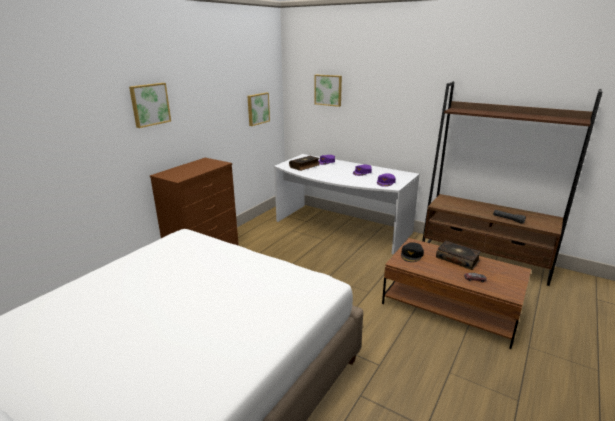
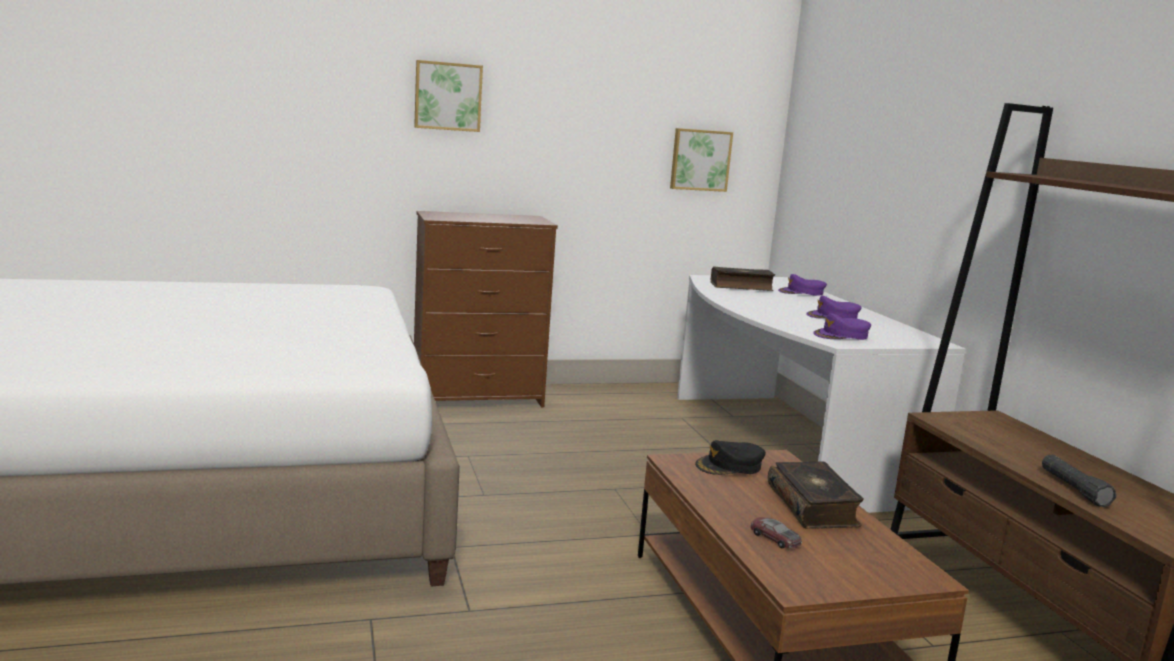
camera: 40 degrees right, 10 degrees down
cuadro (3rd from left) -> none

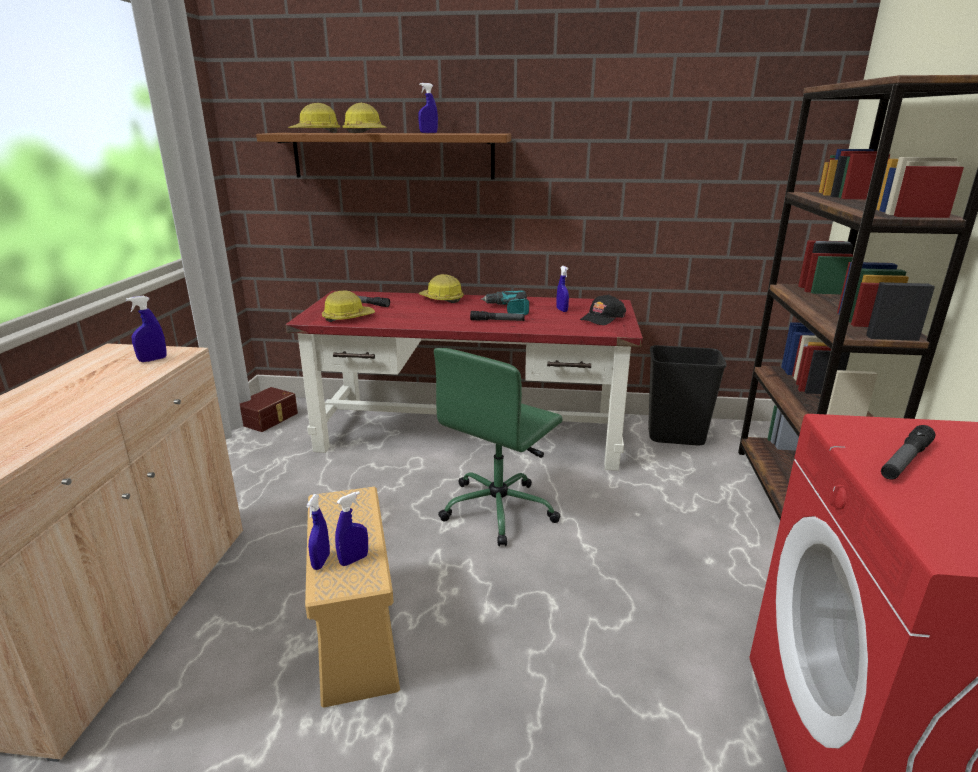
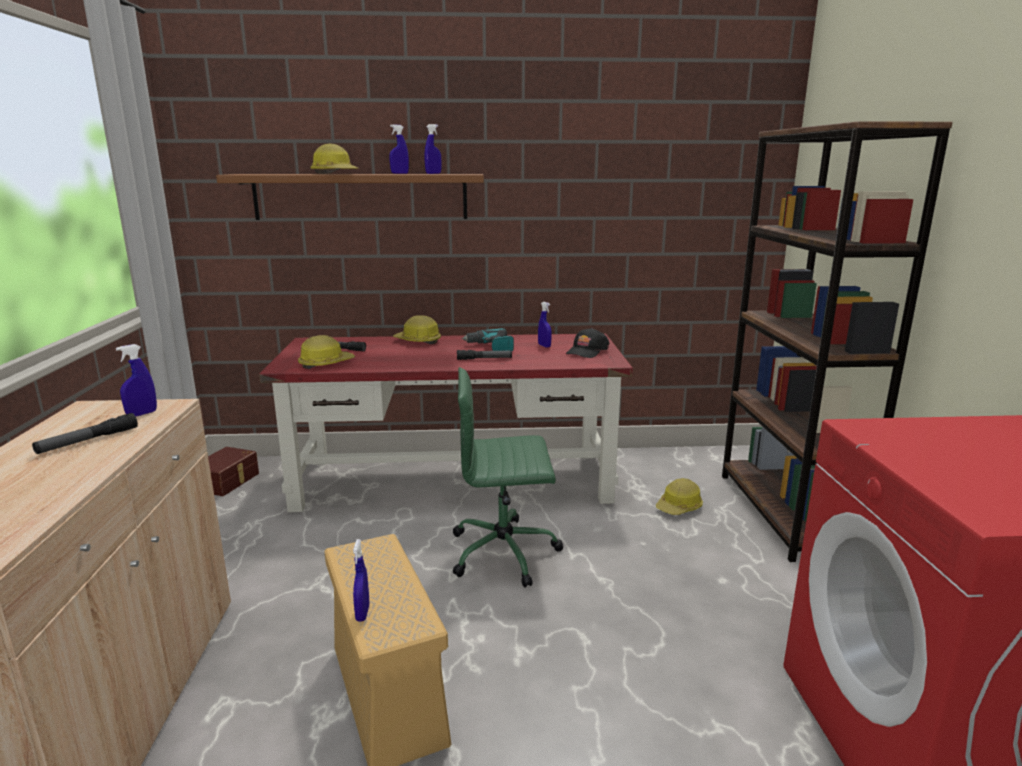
camera: 10 degrees left, 5 degrees down
casco (1st from left in the first image) -> casco (4th from left), moved
papelera/negro -> none
silla de oficina/verde, 60 degrees clockwise
linterna (3rd from left in the first image) -> linterna (1st from left), moved
pulverizador/azul (3rd from left in the first image) -> pulverizador/azul (4th from left), moved

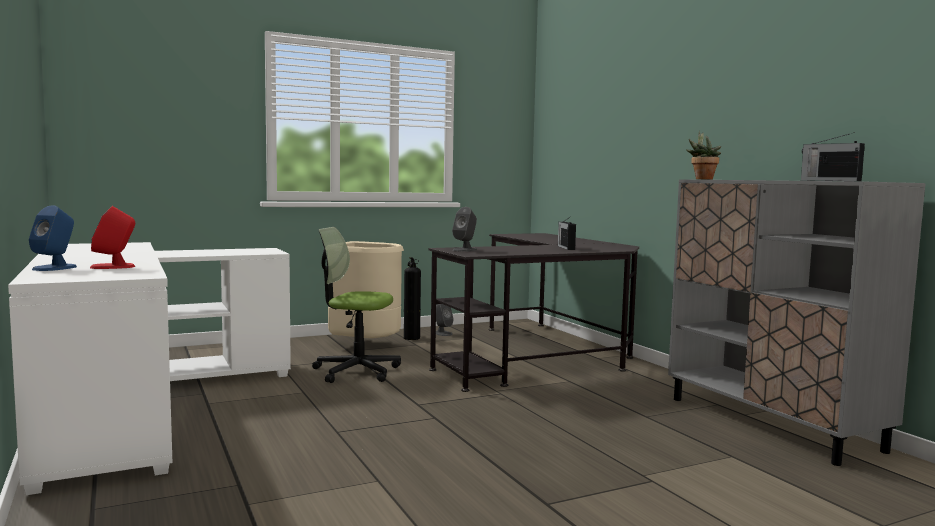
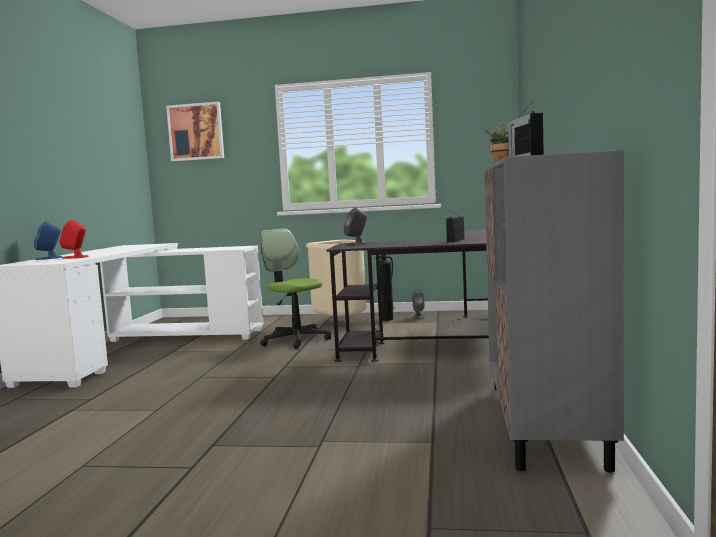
camera: 35 degrees right, 0 degrees up
none -> cuadro

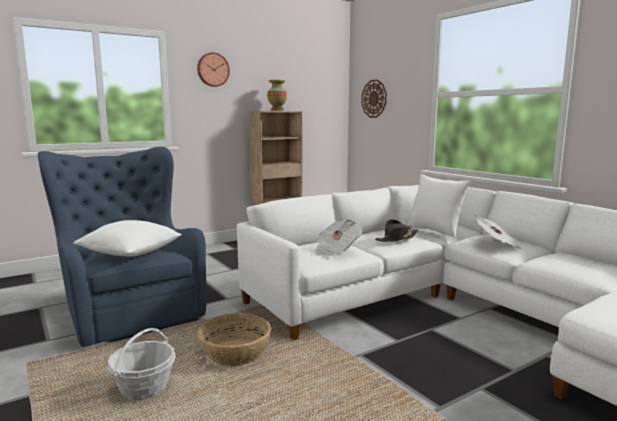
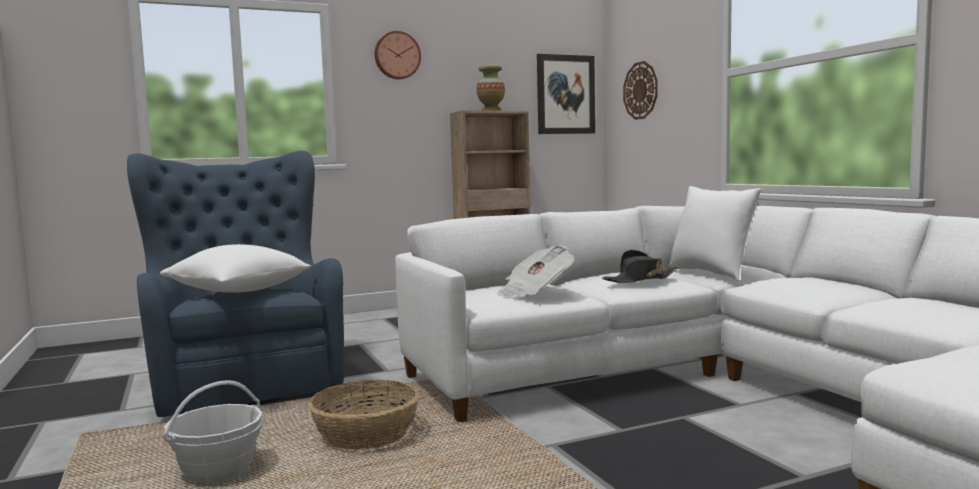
camera: 10 degrees right, 5 degrees down
periódico (2nd from left) -> none
none -> cuadro

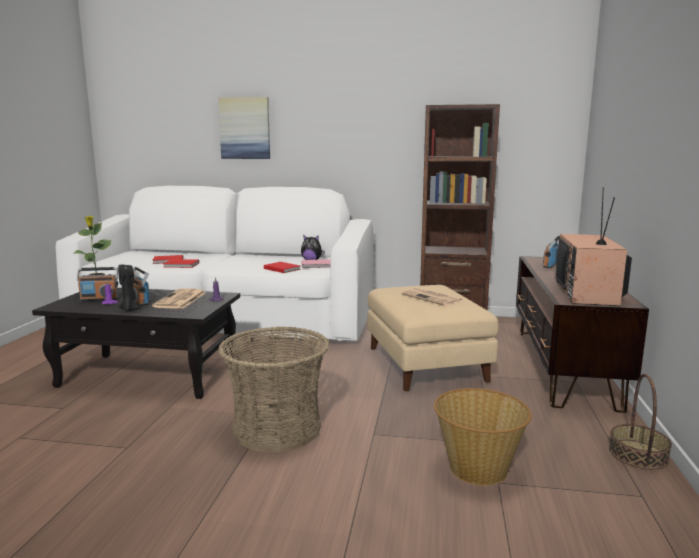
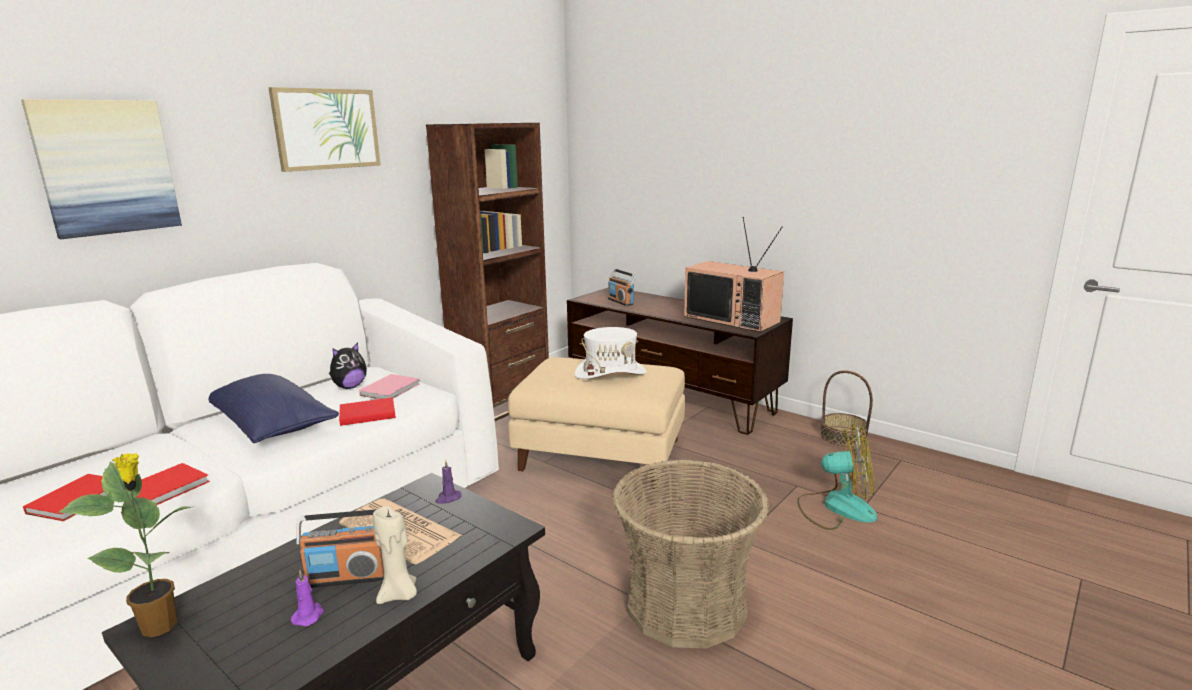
camera: 60 degrees left, 5 degrees up
vela/negro -> vela/beis
radio (1st from left) -> none
periódico (2nd from left) -> sombrero/blanco
cesta (2nd from left) -> ventilador
none -> cuadro (2nd from left)
none -> cojín/azul

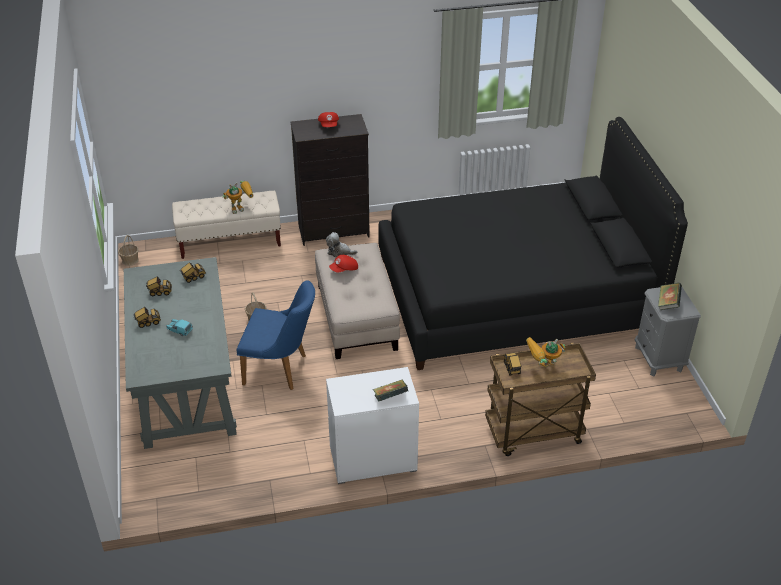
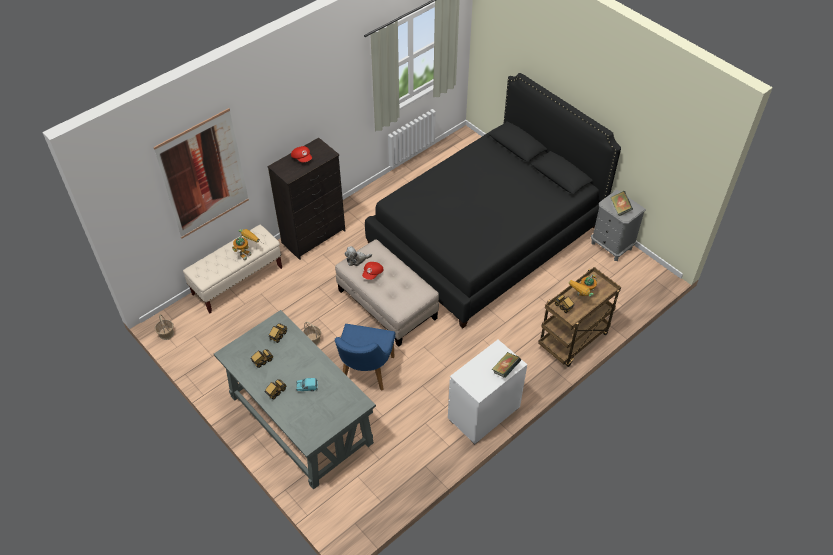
camera: 30 degrees left, 10 degrees up
silla/azul, 120 degrees clockwise
none -> cuadro

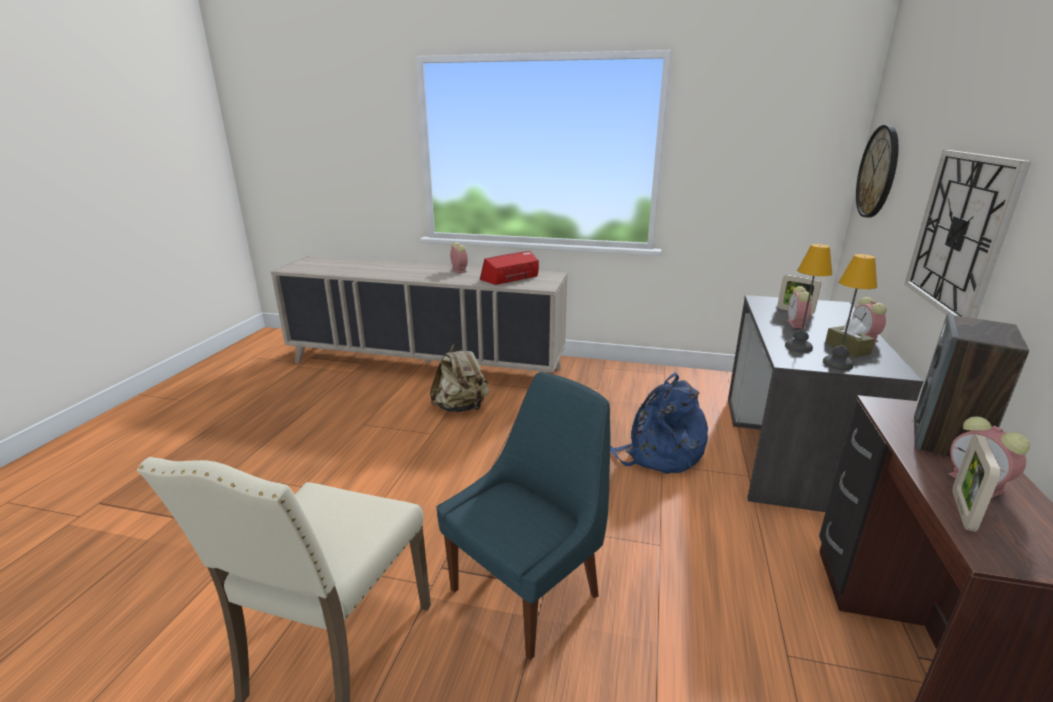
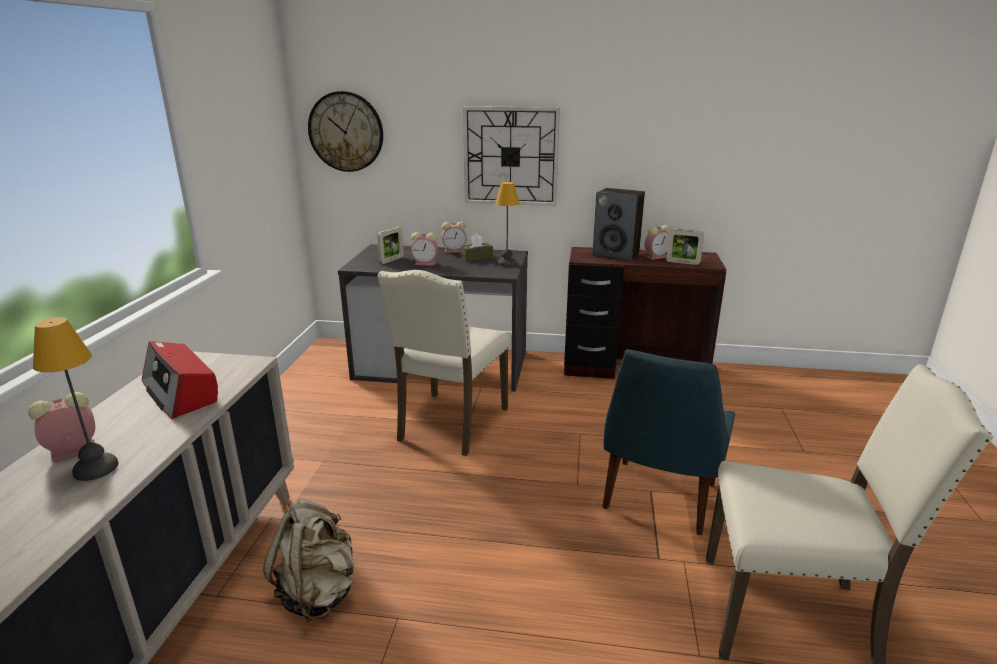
camera: 95 degrees left, 0 degrees up
lámpara de mesa (1st from left), moved
silla/azul, 105 degrees counterclockwise
mochila/azul -> silla/beis (1st from left)

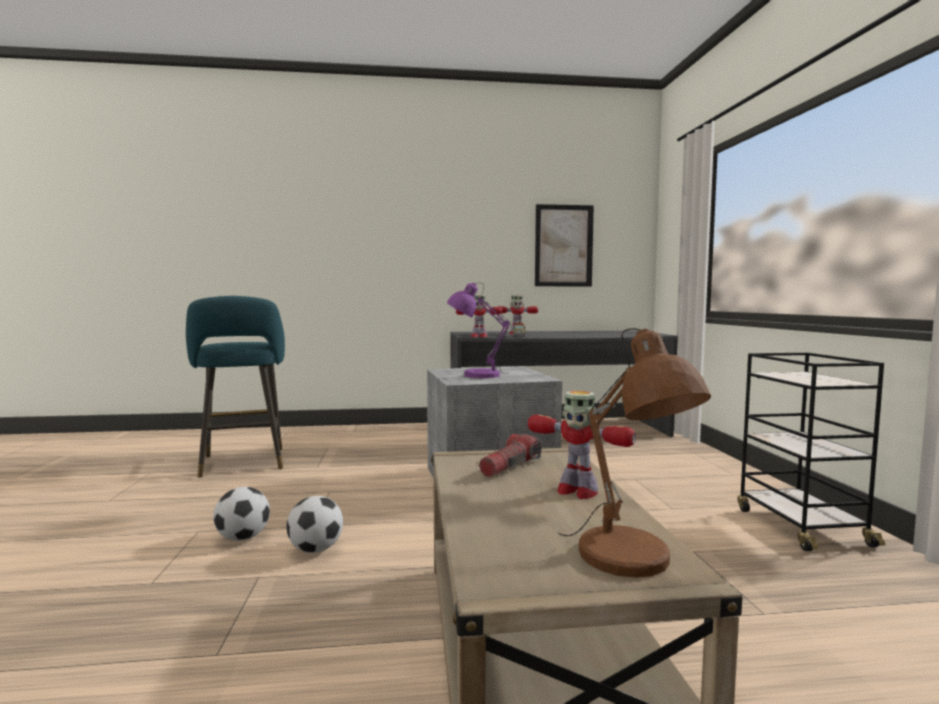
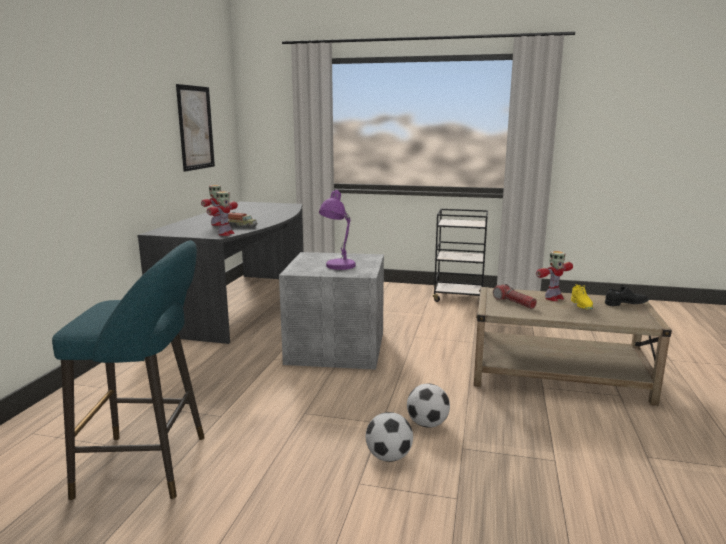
camera: 70 degrees left, 10 degrees up
lámpara de mesa/marrón -> zapato/negro
none -> zapato/amarillo

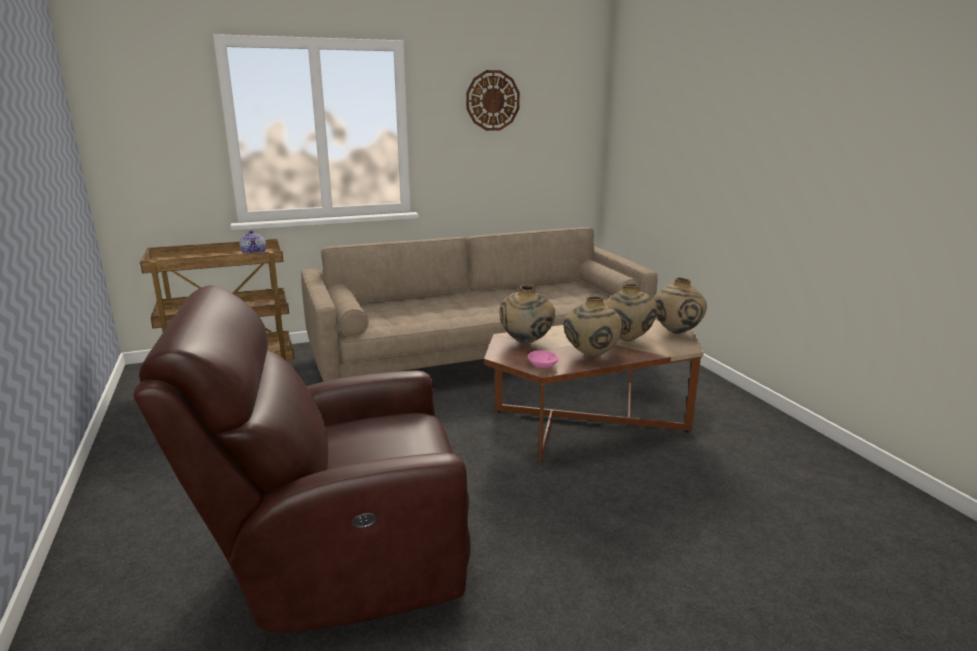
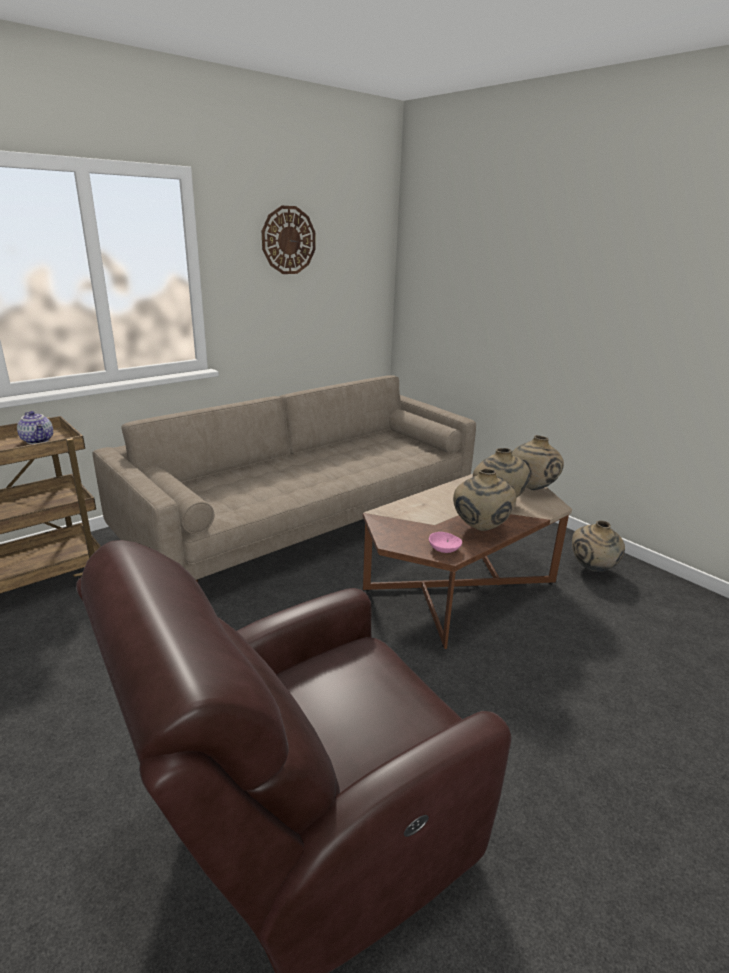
camera: 20 degrees left, 5 degrees up
florero/beis (1st from left in the first image) -> florero/beis (4th from left), moved

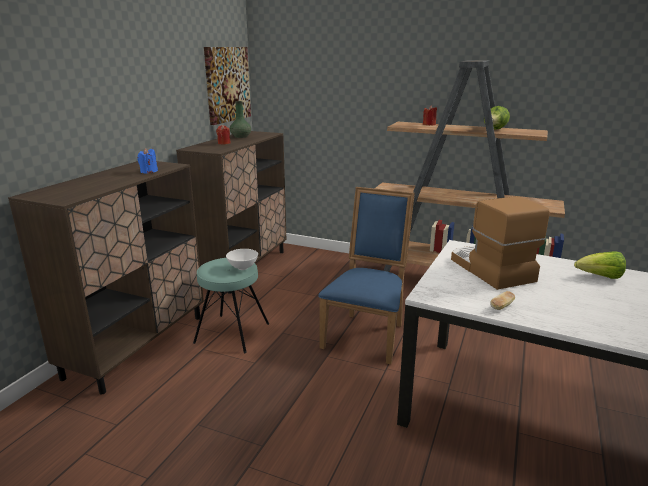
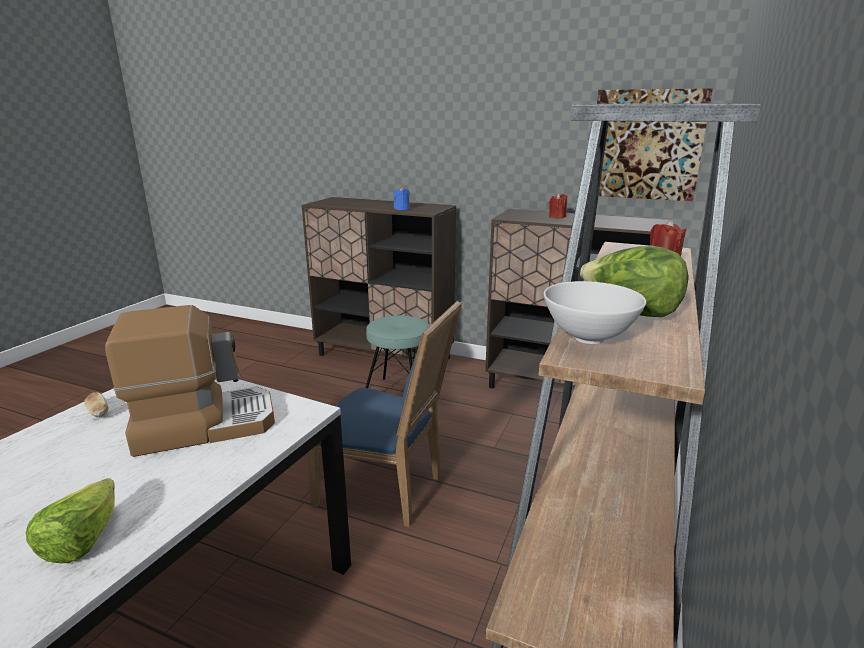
camera: 90 degrees right, 0 degrees up
florero/verde -> none
cuenco/blanco, moved

